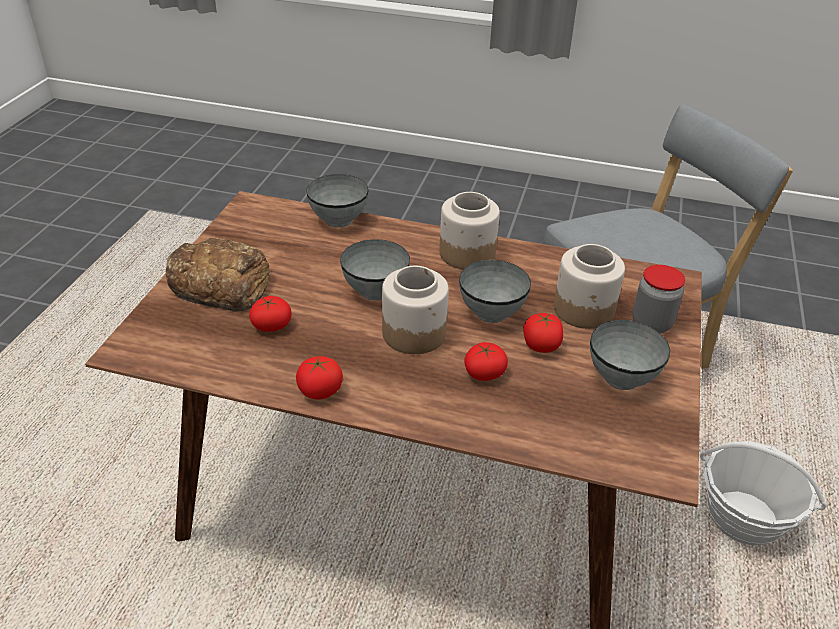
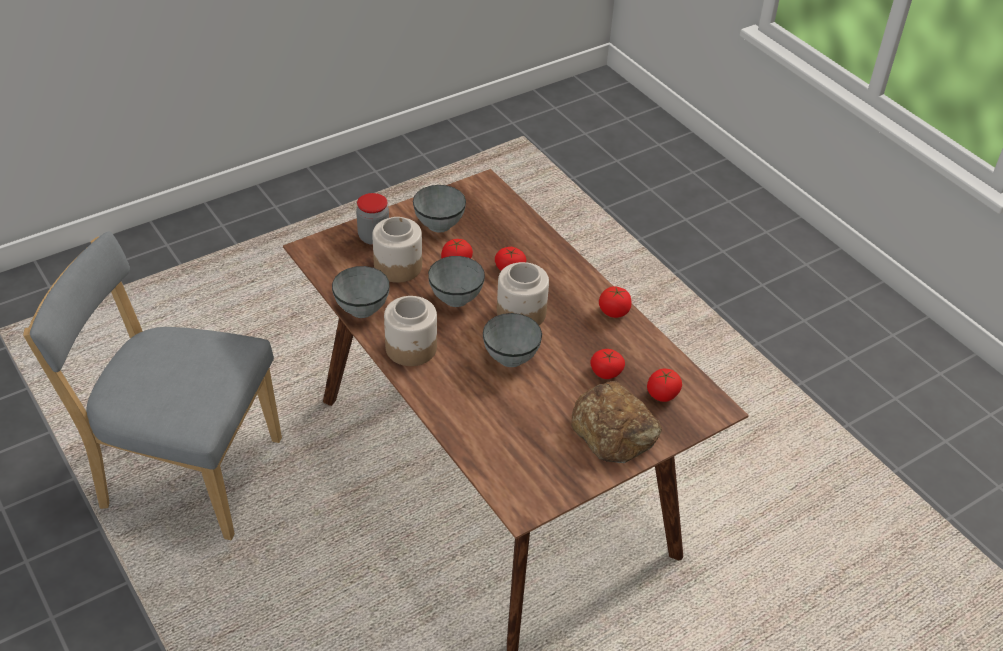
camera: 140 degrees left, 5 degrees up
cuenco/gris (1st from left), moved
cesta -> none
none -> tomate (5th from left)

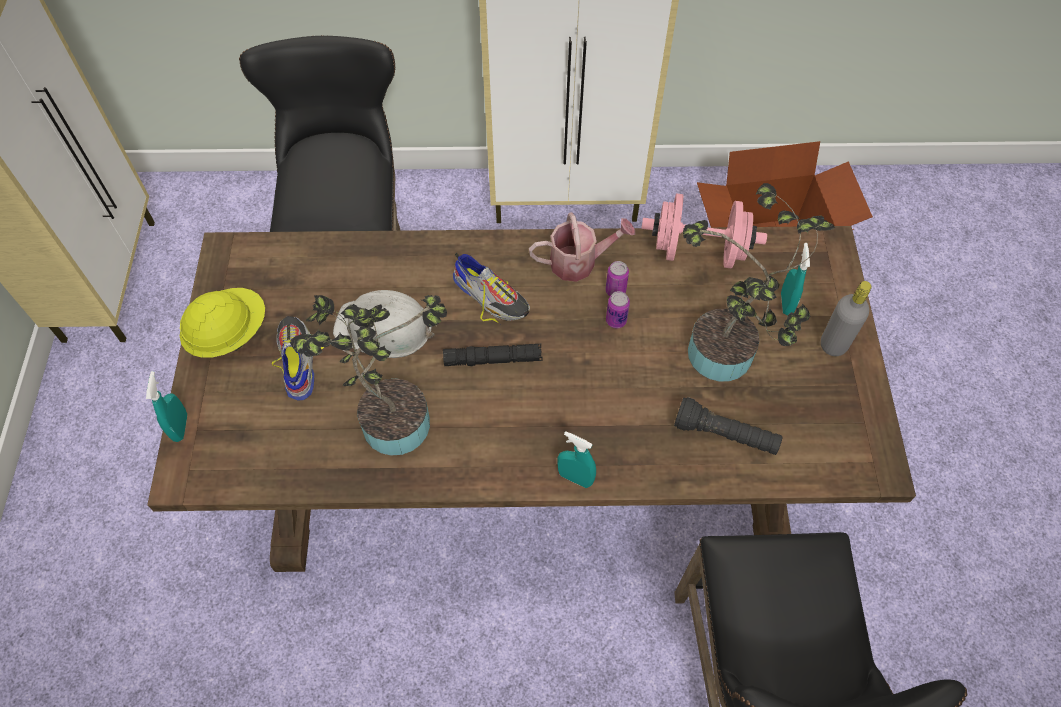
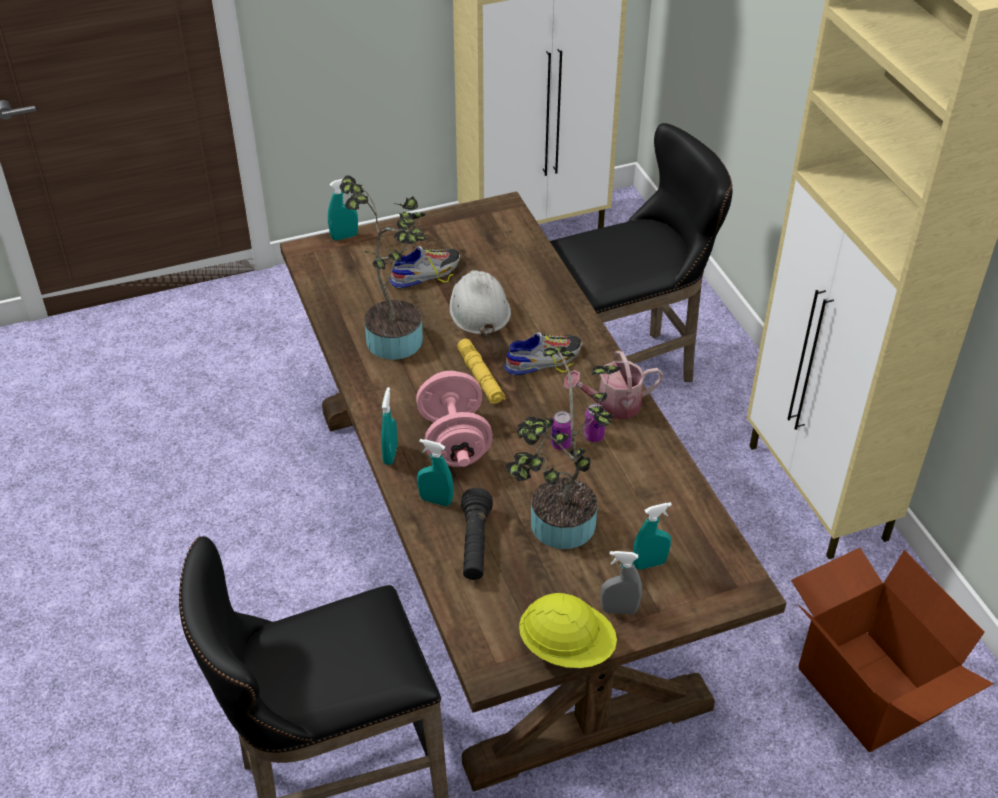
camera: 70 degrees right, 15 degrees down
mancuerna/rosa, moved
regadera, 105 degrees clockwise
zapato (2nd from left), 135 degrees counterclockwise
botella/gris -> pulverizador/gris
casco/amarillo, moved
linterna/negro (1st from left) -> linterna/amarillo
none -> pulverizador/turquesa (3rd from left)

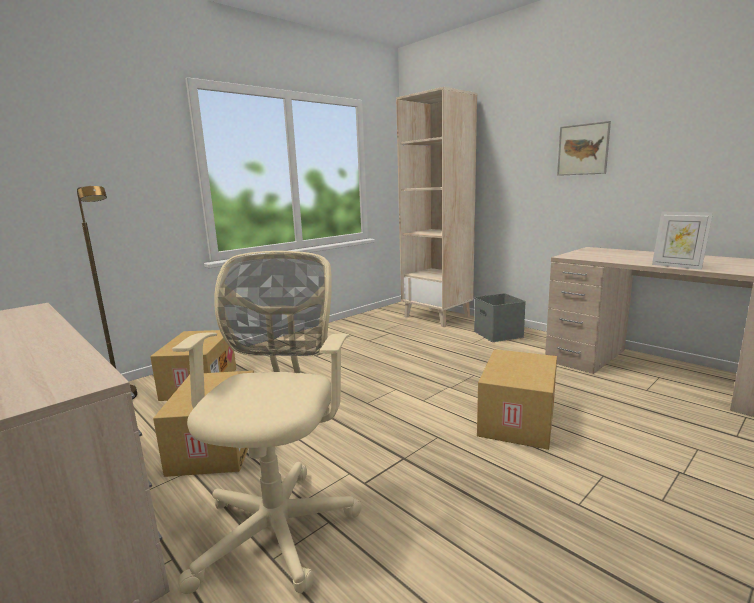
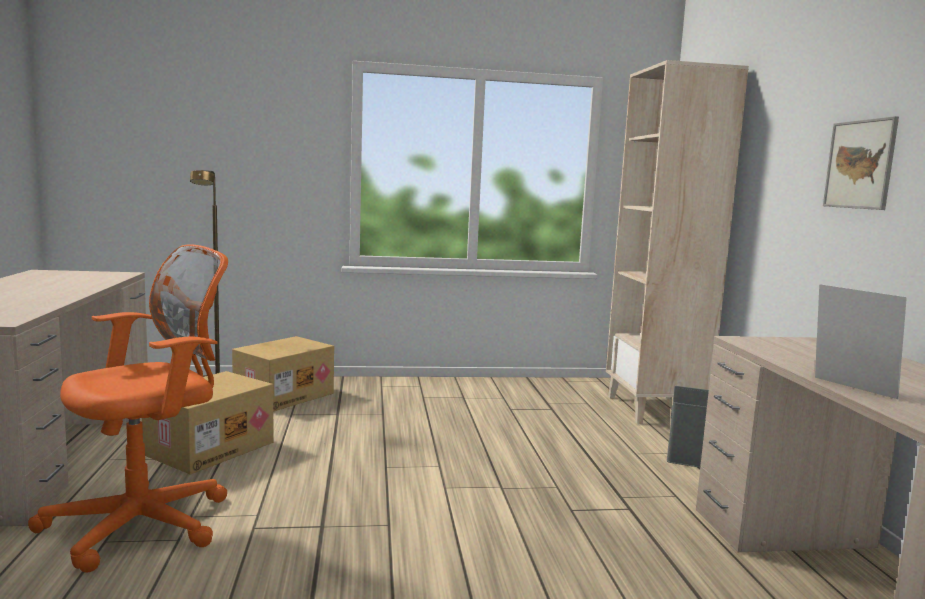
camera: 35 degrees right, 5 degrees down
portarretratos, 150 degrees clockwise
silla de oficina/beis -> silla de oficina/naranja
caja de cartón (3rd from left) -> none

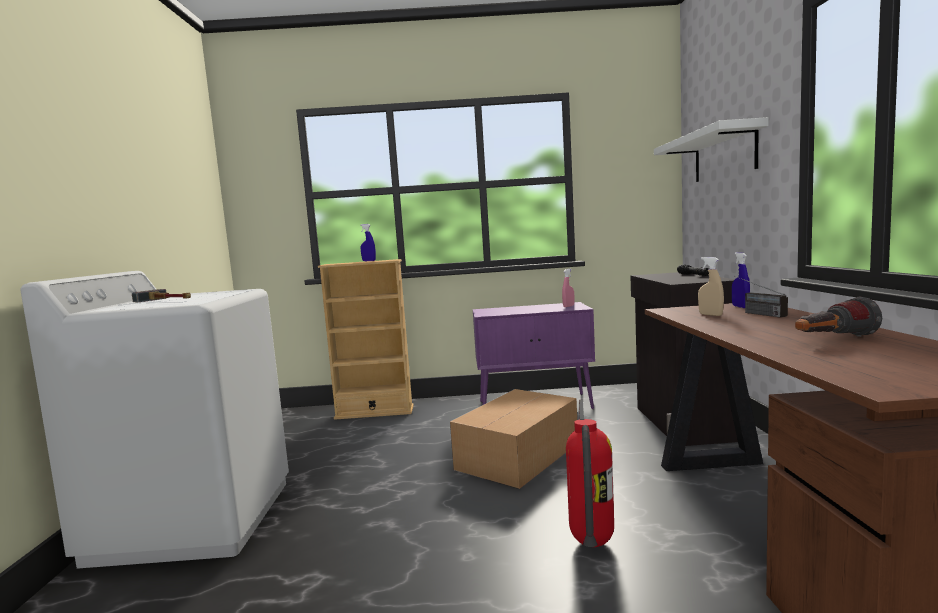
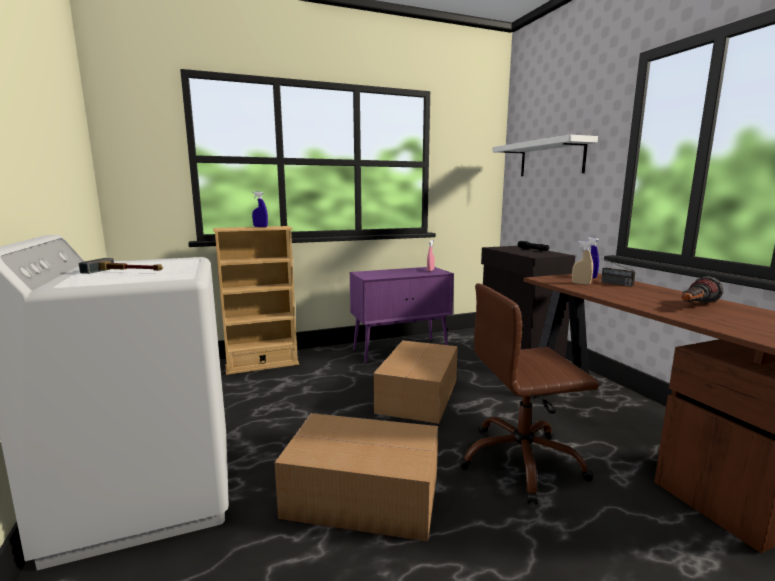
camera: 20 degrees left, 5 degrees up
extintor -> silla de oficina/marrón
none -> caja de cartón (1st from left)

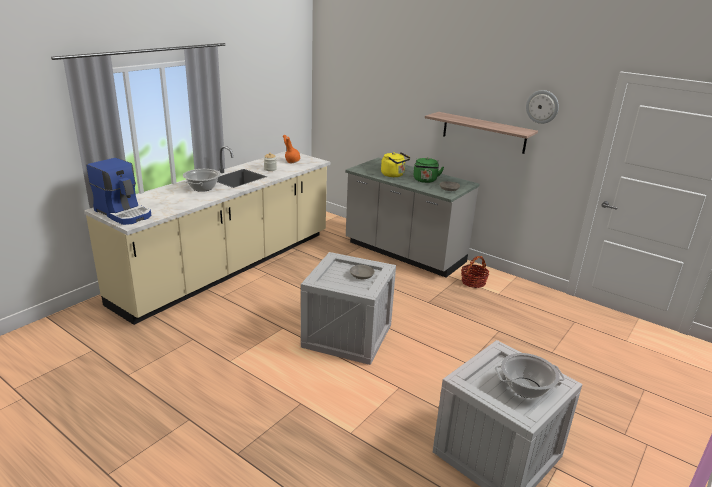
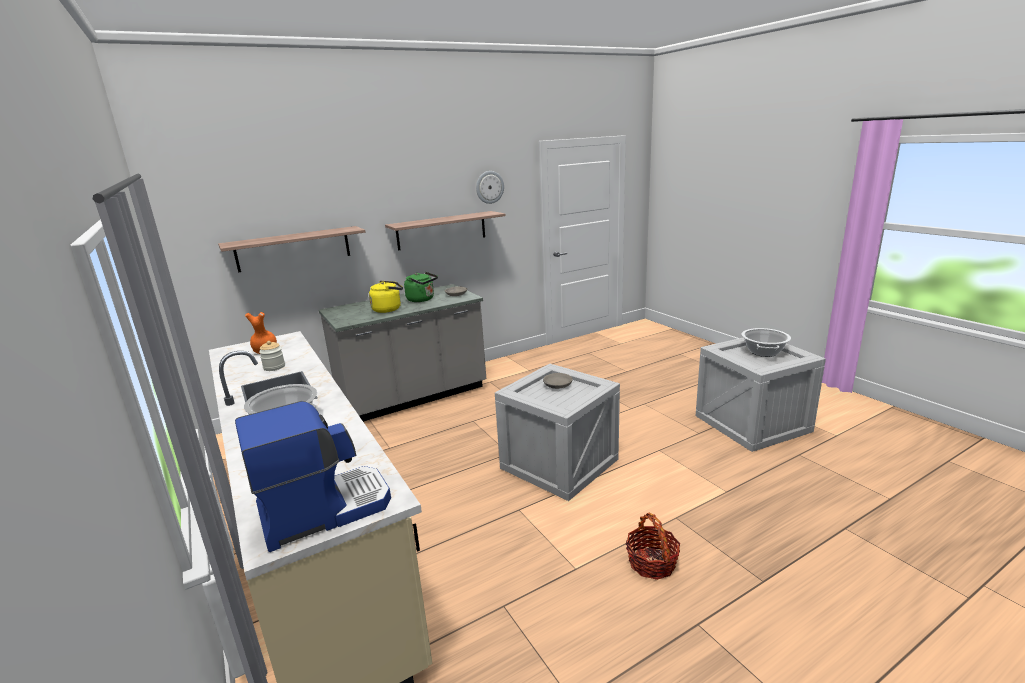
camera: 65 degrees left, 5 degrees down
cesta, moved
none -> estante (1st from left)

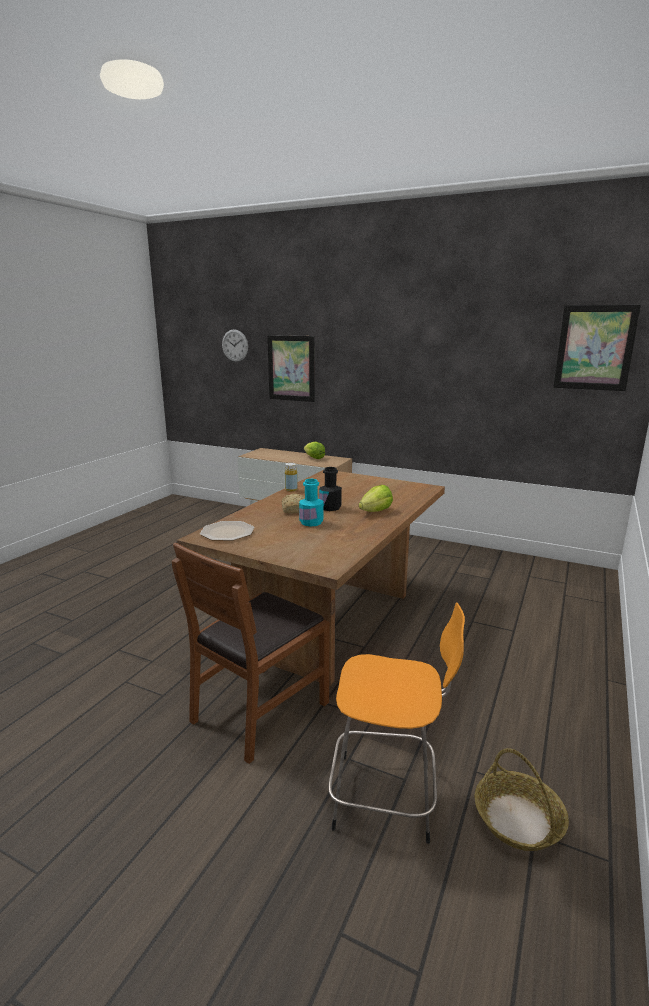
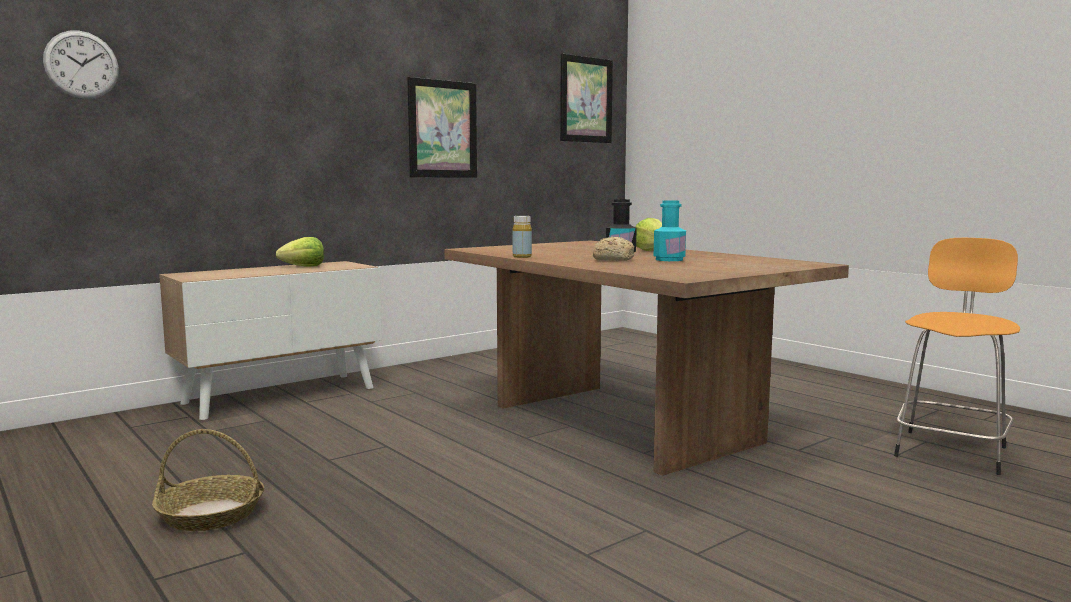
camera: 65 degrees left, 10 degrees down
cuadro (1st from left), moved
plato -> none
silla/marrón -> none
cesta, moved

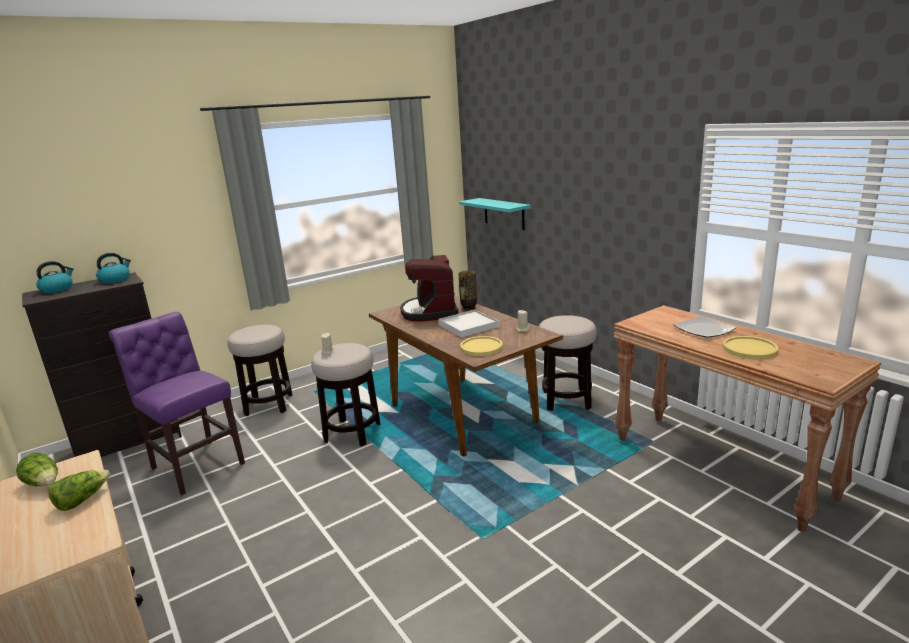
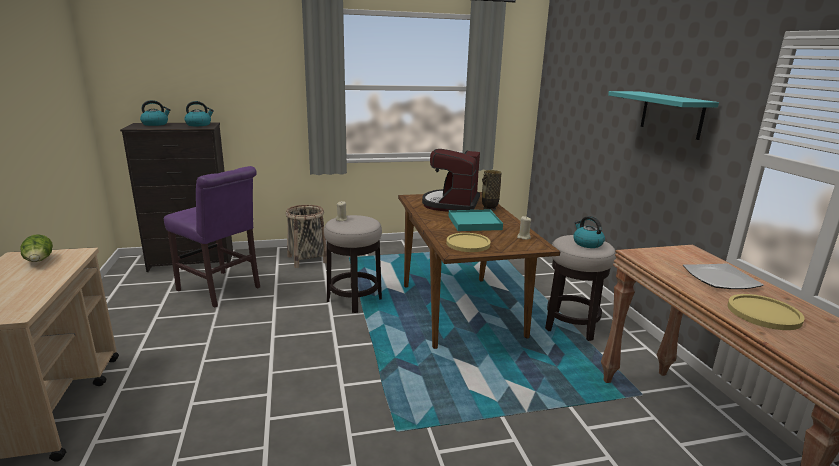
camera: 20 degrees right, 0 degrees up
estante/turquesa, moved
bandeja/blanco -> bandeja/turquesa
silla/morado, 150 degrees clockwise
taburete (1st from left) -> cesta
lechuga (2nd from left) -> none
none -> hervidor (3rd from left)

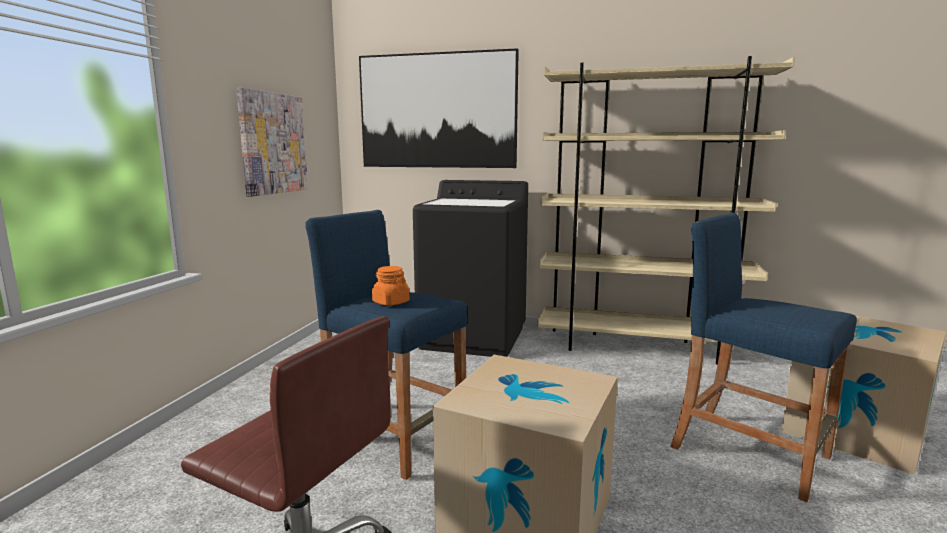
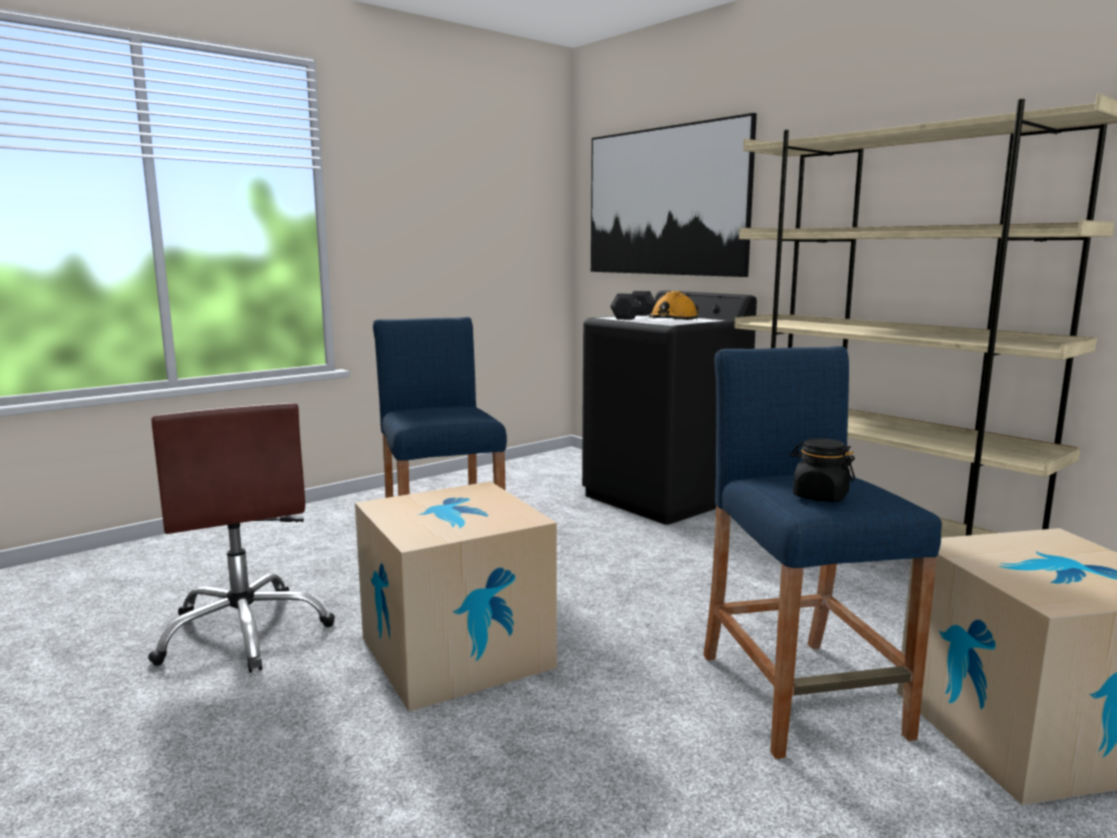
camera: 35 degrees right, 0 degrees up
cuadro (1st from left) -> none
tarro/naranja -> none
none -> mancuerna/gris
none -> casco/naranja
none -> tarro/negro

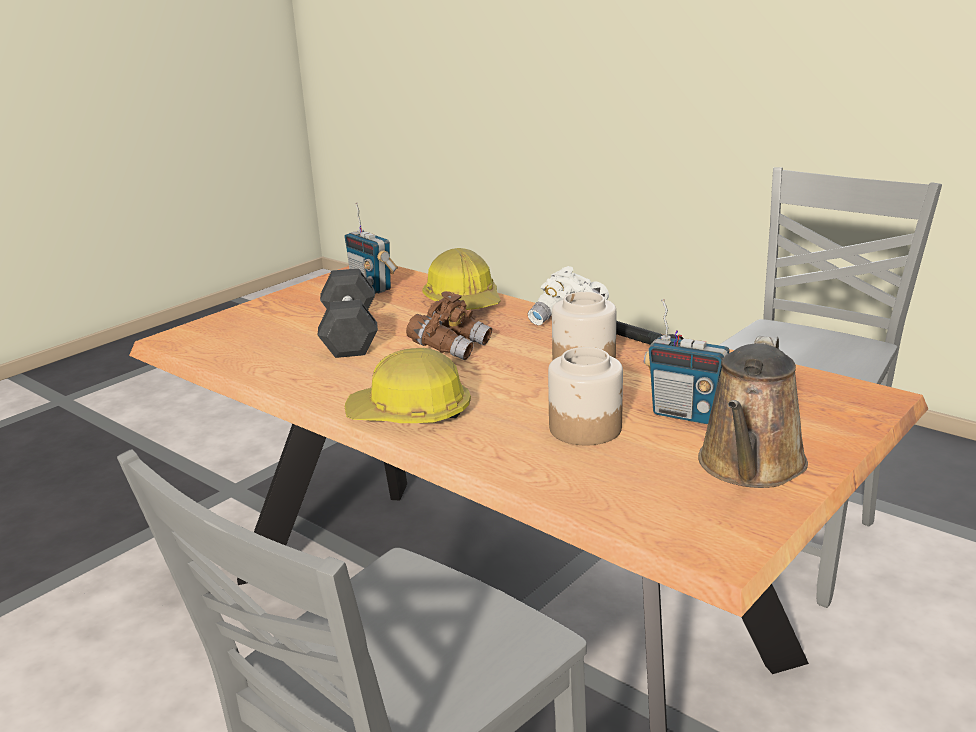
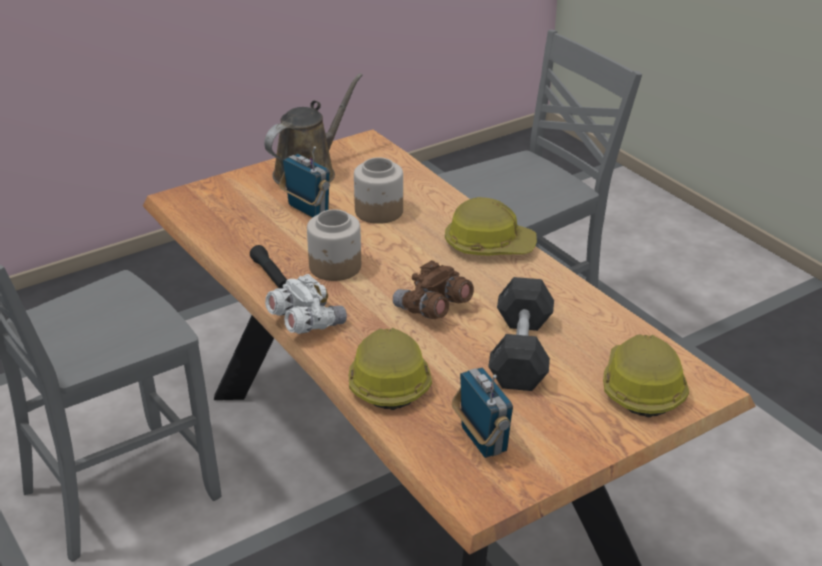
camera: 165 degrees left, 10 degrees up
none -> casco (3rd from left)

